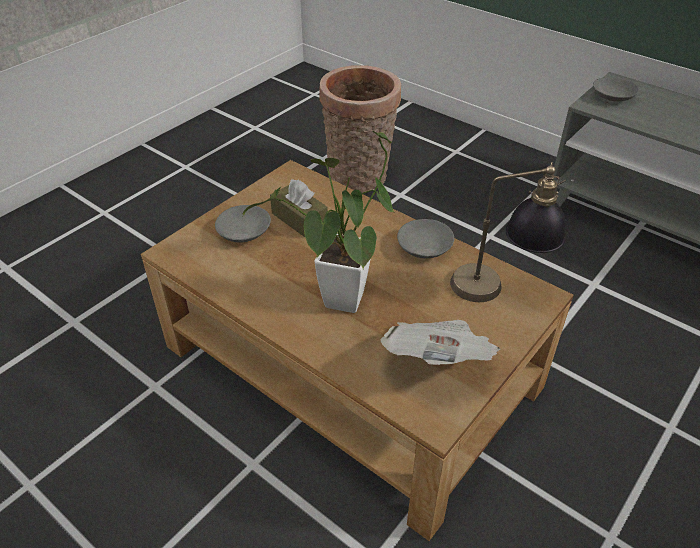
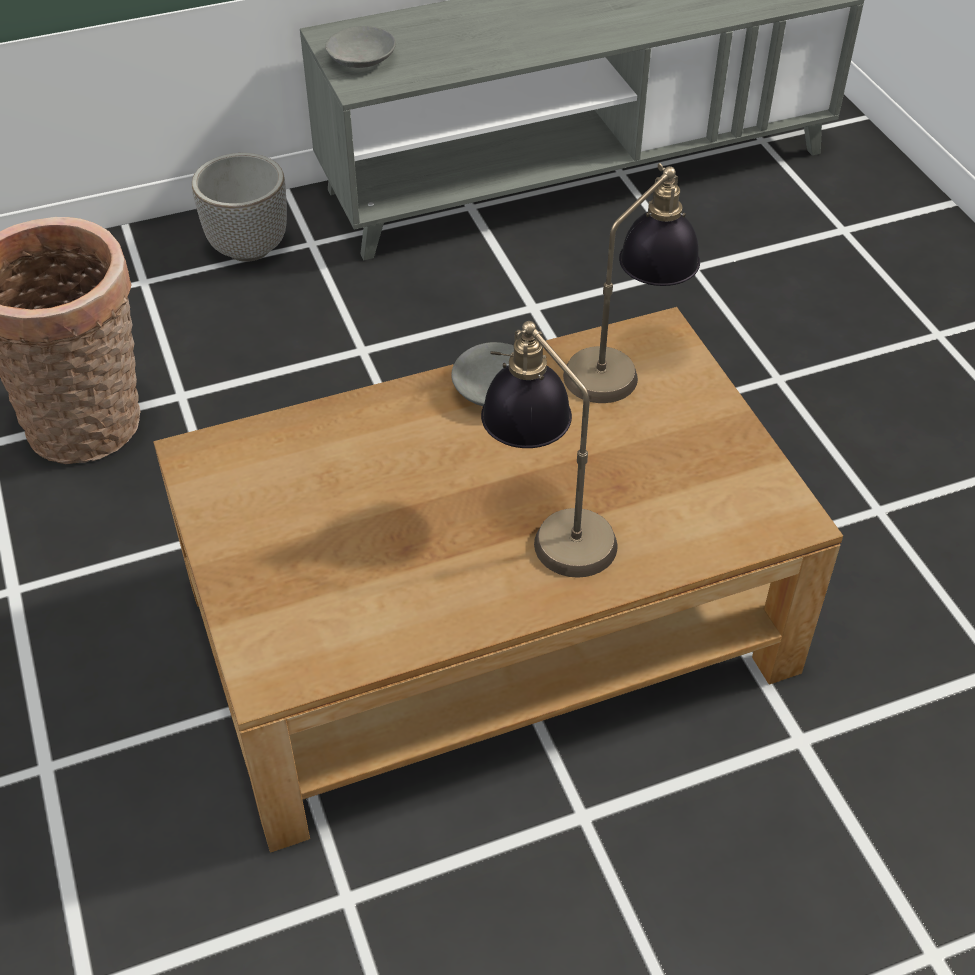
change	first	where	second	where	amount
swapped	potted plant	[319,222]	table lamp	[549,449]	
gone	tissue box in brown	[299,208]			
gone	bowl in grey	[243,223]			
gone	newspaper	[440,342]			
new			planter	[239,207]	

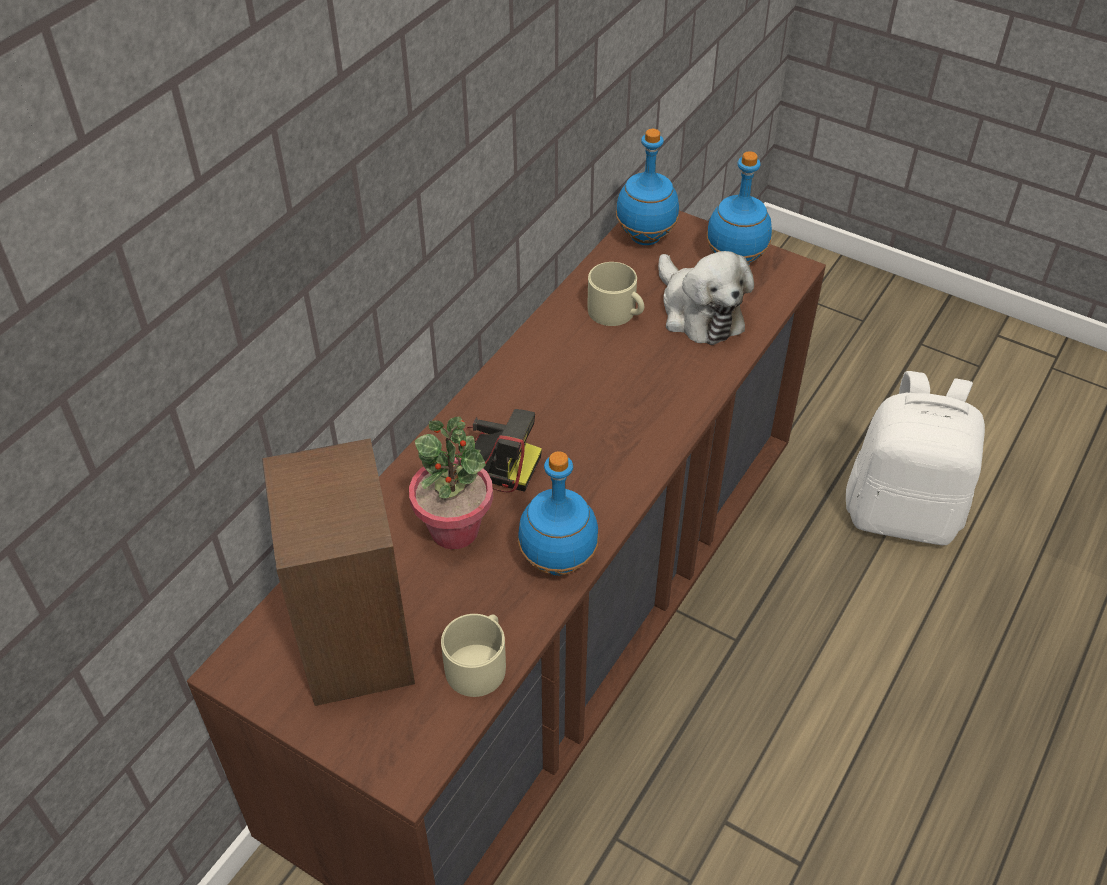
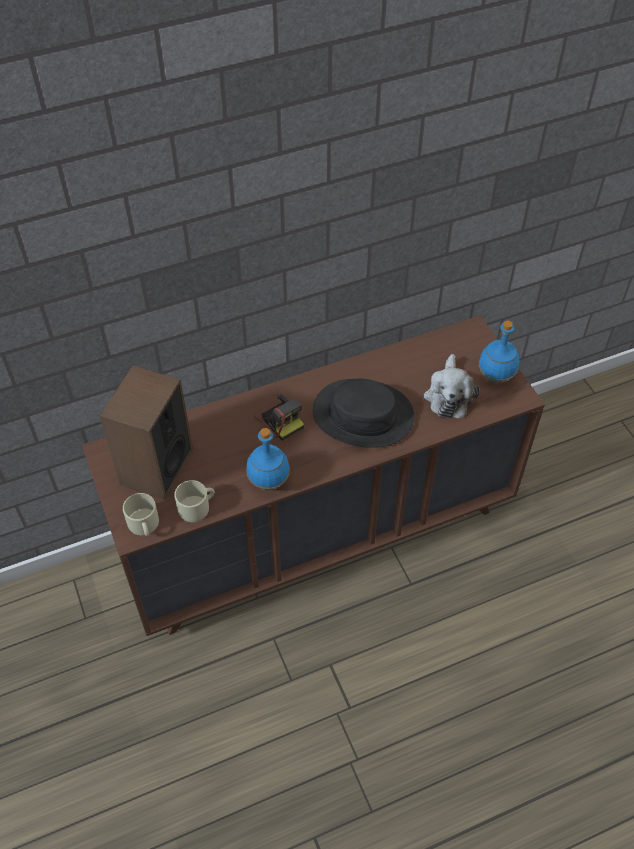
change	first	where	second	where	amount
gone	bottle in blue	[647,187]			
shifted	mug in beige	[615,294]		[141,514]	
gone	backpack in white	[915,458]			
gone	potted plant	[451,482]			
new			hat in black	[363,413]	

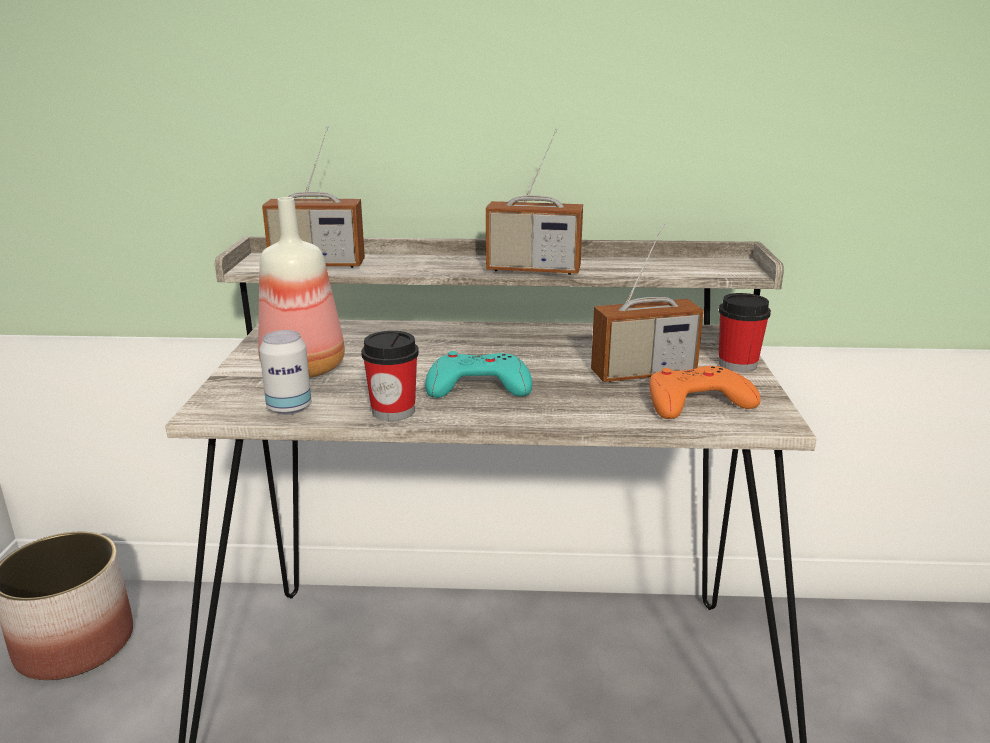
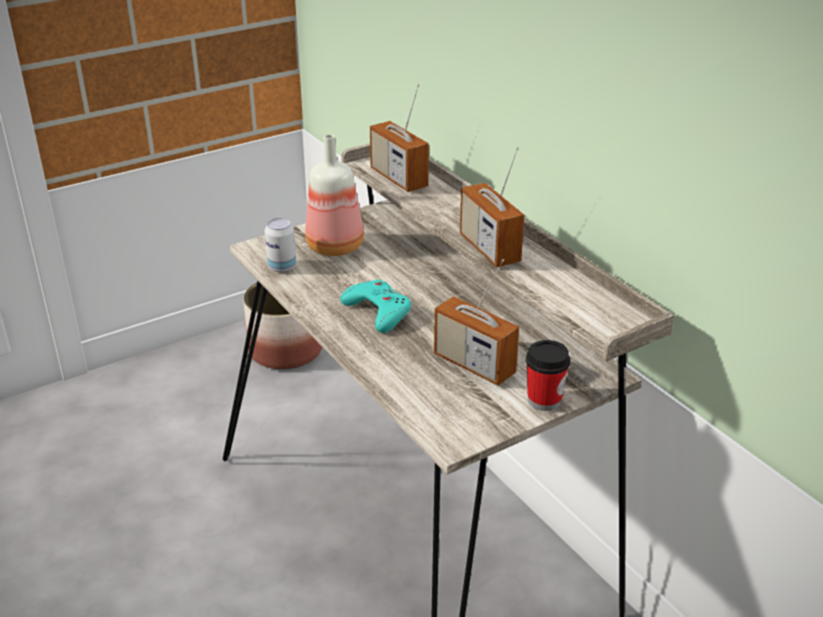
change	first	where	second	where	amount
gone	cup	[390,376]			
gone	game controller in orange	[705,392]			

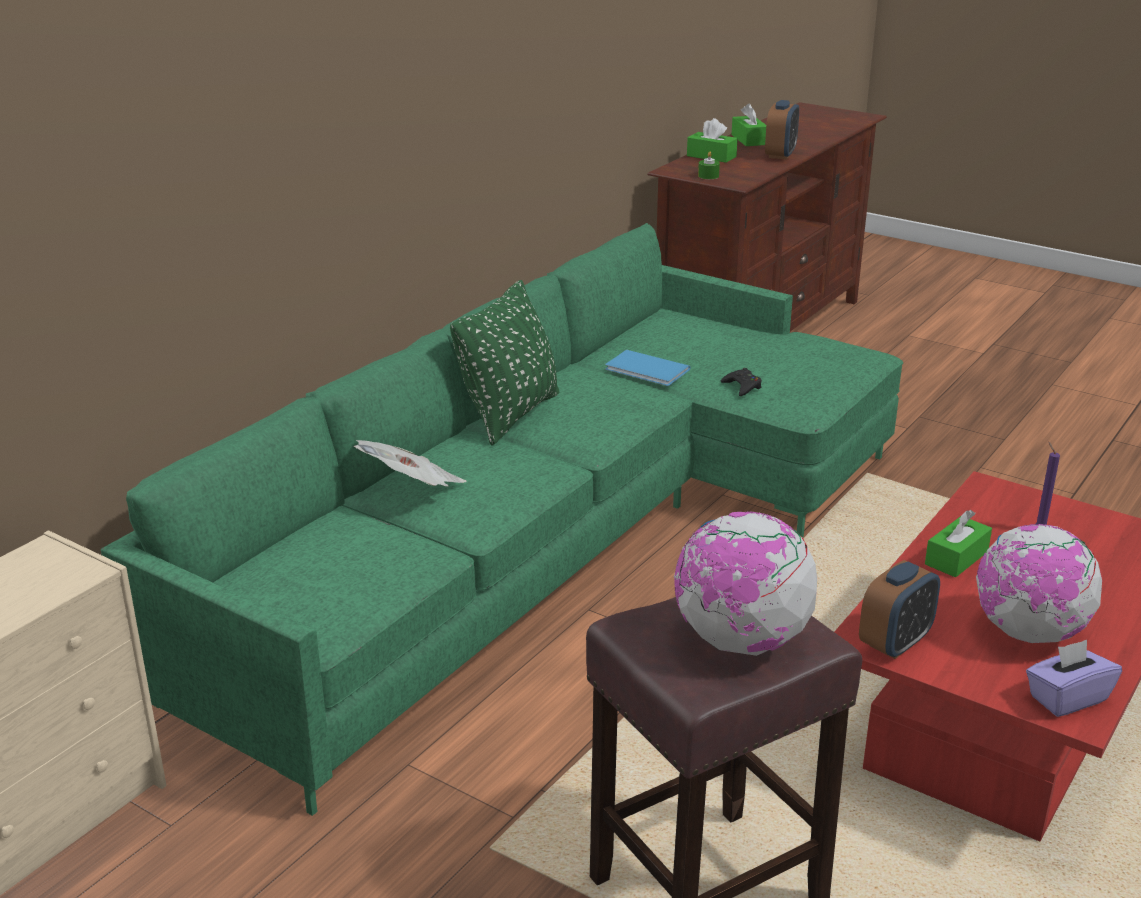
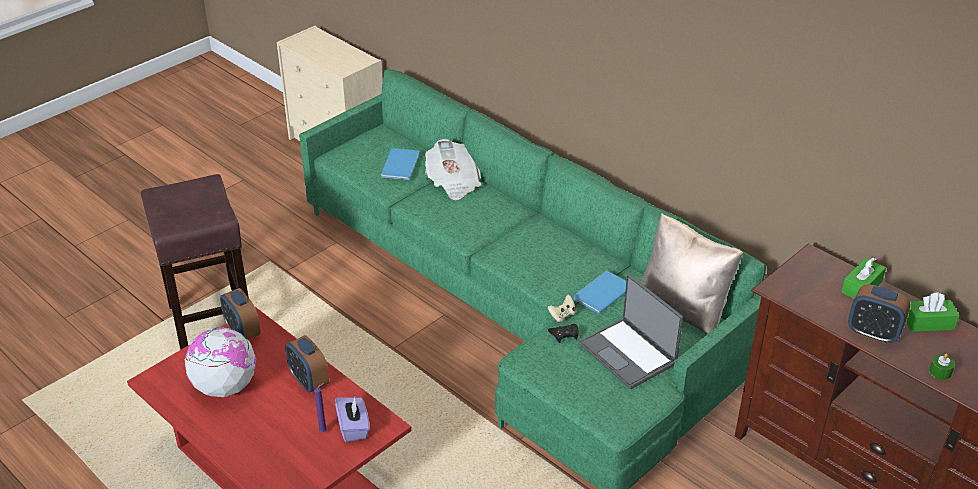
change	first	where	second	where	amount
shifted	candle in green	[709,165]		[942,366]	
gone	pillow in green	[504,362]			
swapped	tissue box in green	[958,543]	alarm clock	[307,364]	
gone	globe	[745,583]			
shifted	tissue box in purple	[1074,678]		[352,419]	
new			book in blue	[399,164]	
new			pillow in beige	[692,274]	
new			laptop	[631,332]	
new			game controller in beige	[562,308]	

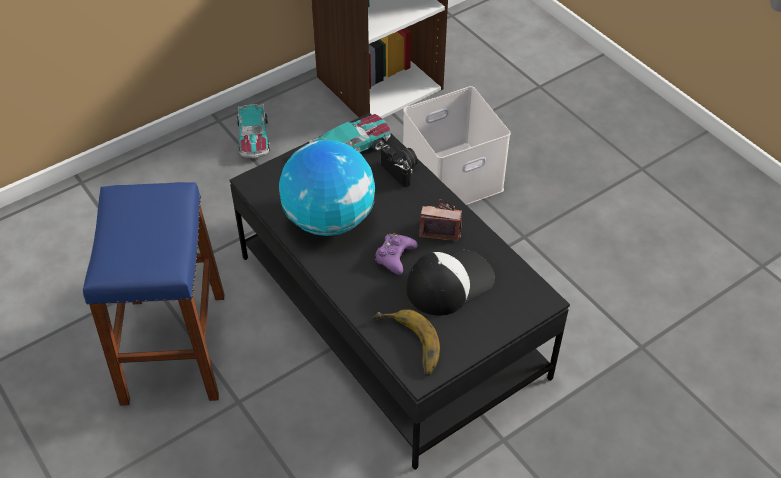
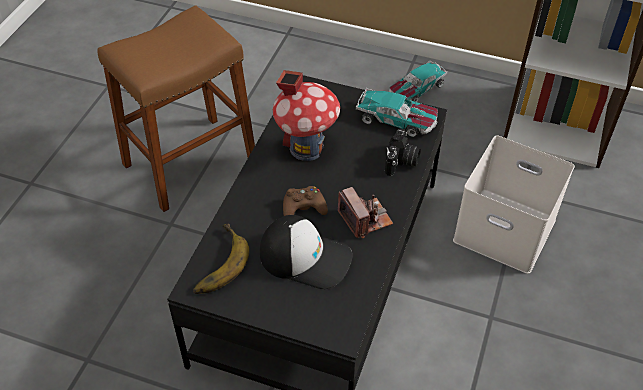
change	first	where	second	where	amount
swapped	globe	[327,188]	toy house	[306,115]	
repainted	stool in blue	[153,294]	stool in brown	[176,108]	
repainted	game controller in purple	[396,254]	game controller in brown	[305,201]	

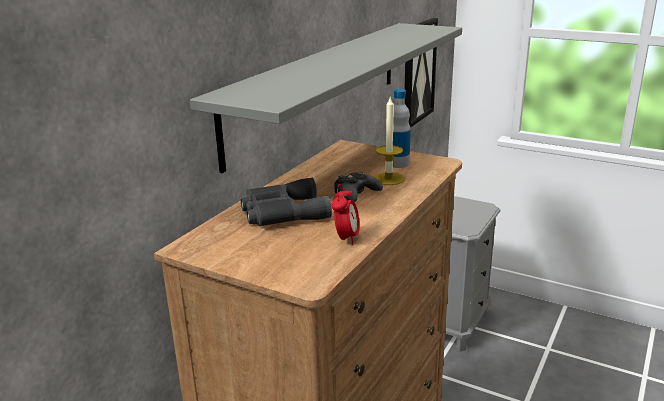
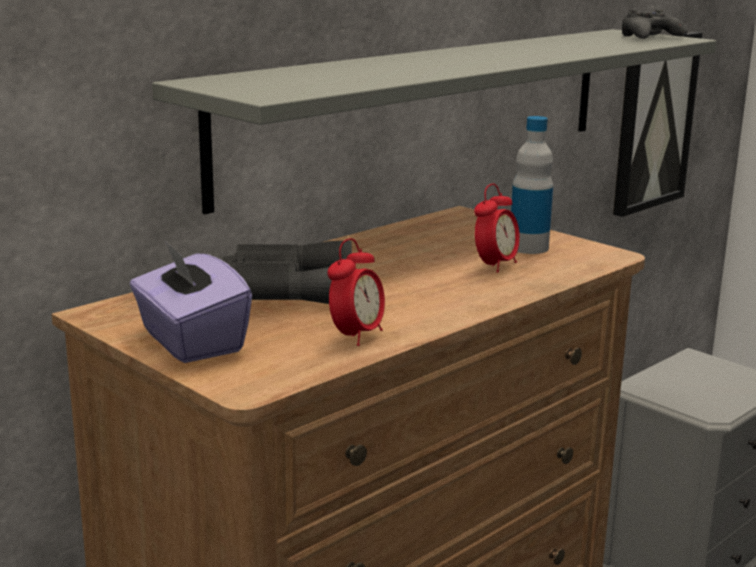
change	first	where	second	where	amount
swapped	candle	[389,141]	alarm clock	[497,228]	
shifted	game controller in black	[358,187]		[654,24]	
new			tissue box in purple	[191,301]	

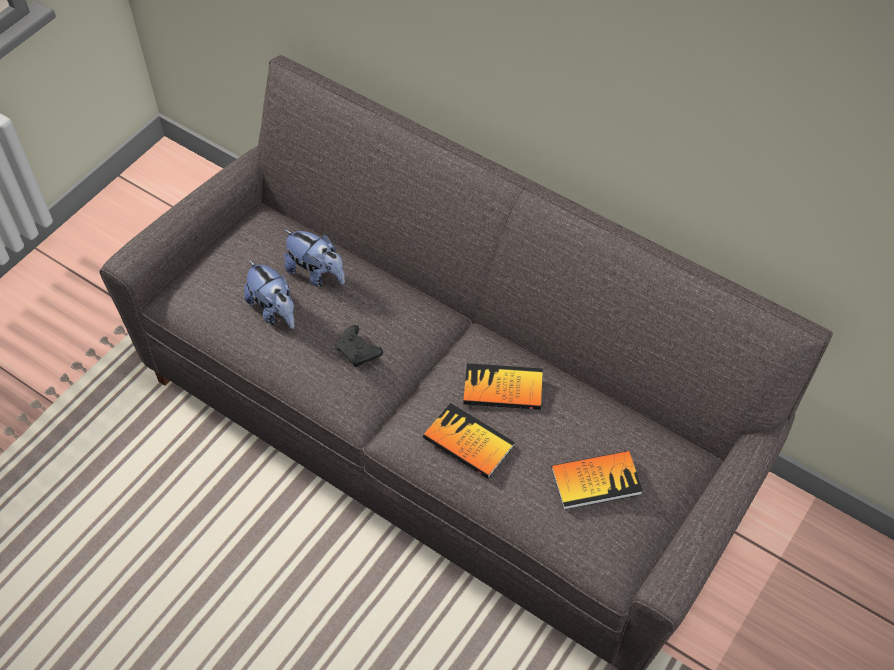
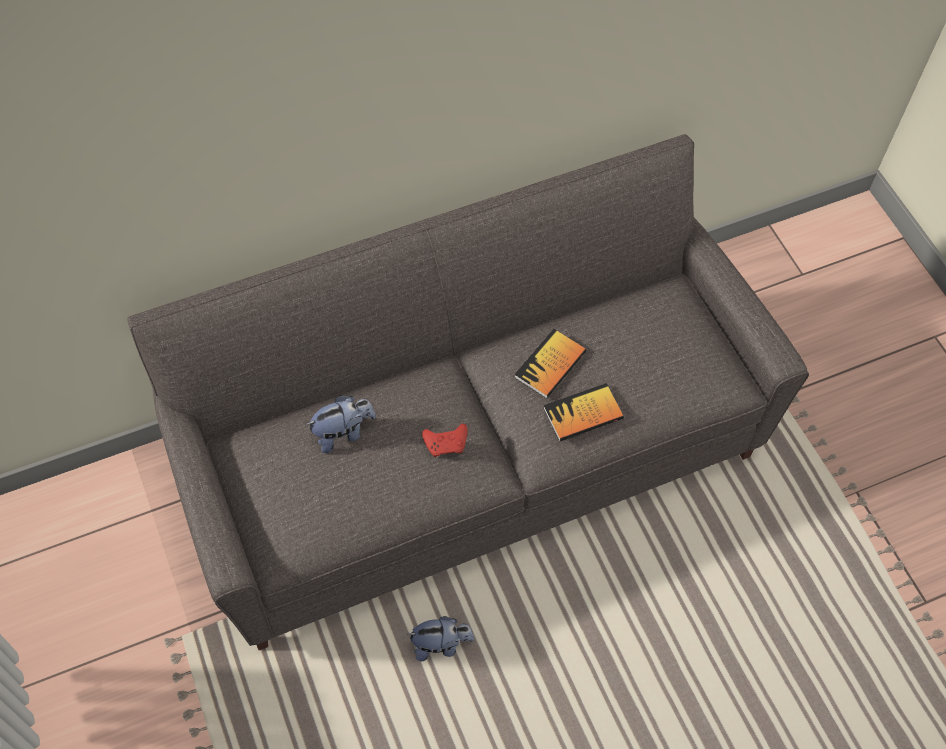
change	first	where	second	where	amount
shifted	plush toy	[269,294]		[440,638]	
repainted	game controller in black	[359,346]	game controller in red	[445,440]	
gone	book	[597,480]			

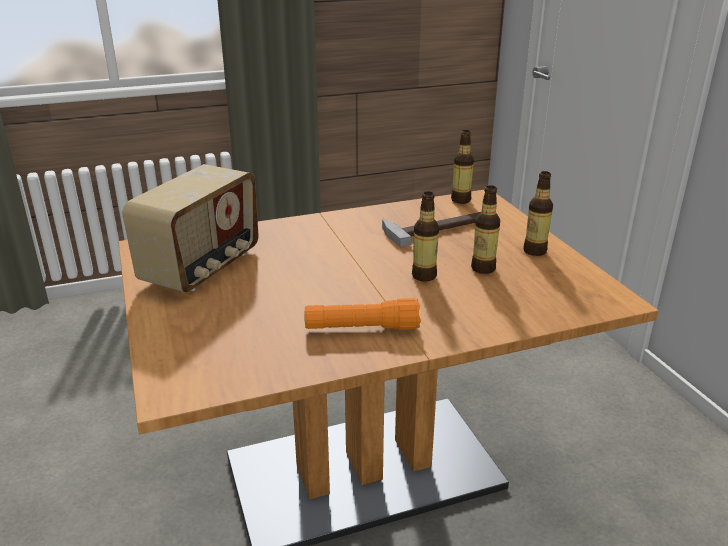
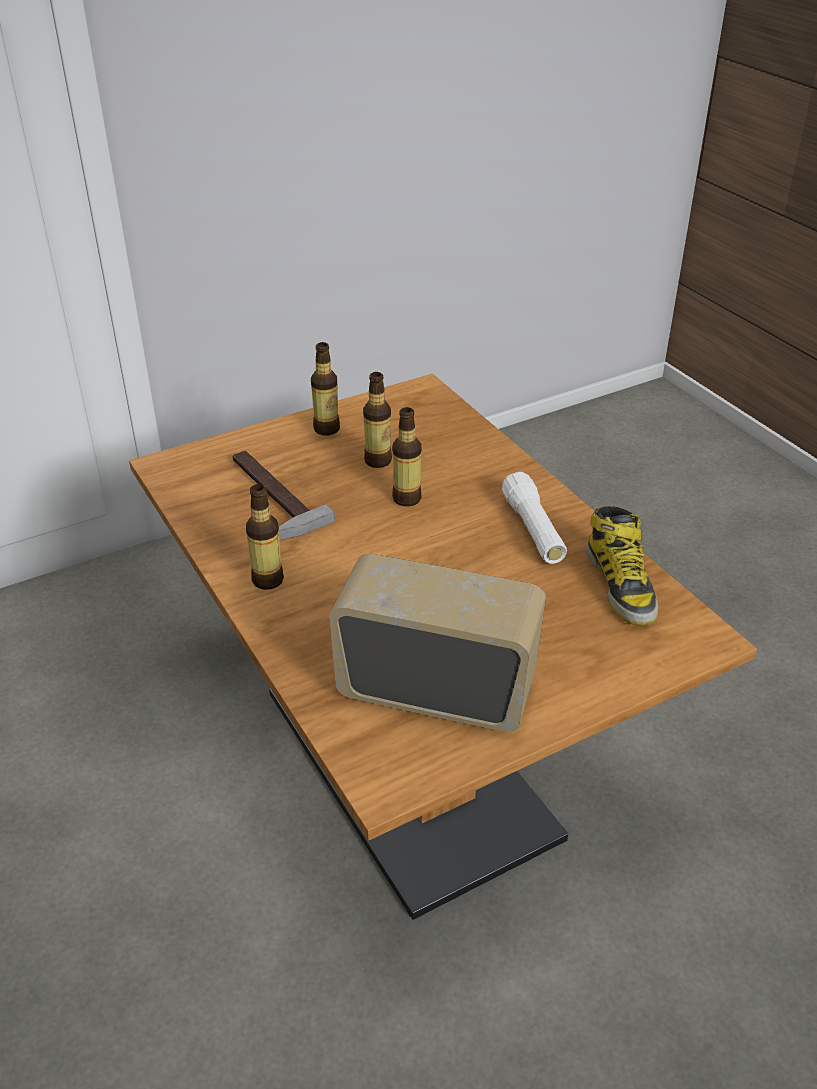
change	first	where	second	where	amount
shifted	bottle	[462,167]		[265,537]	
repainted	flashlight in orange	[362,314]	flashlight in white	[534,518]	
new			boot	[622,565]	

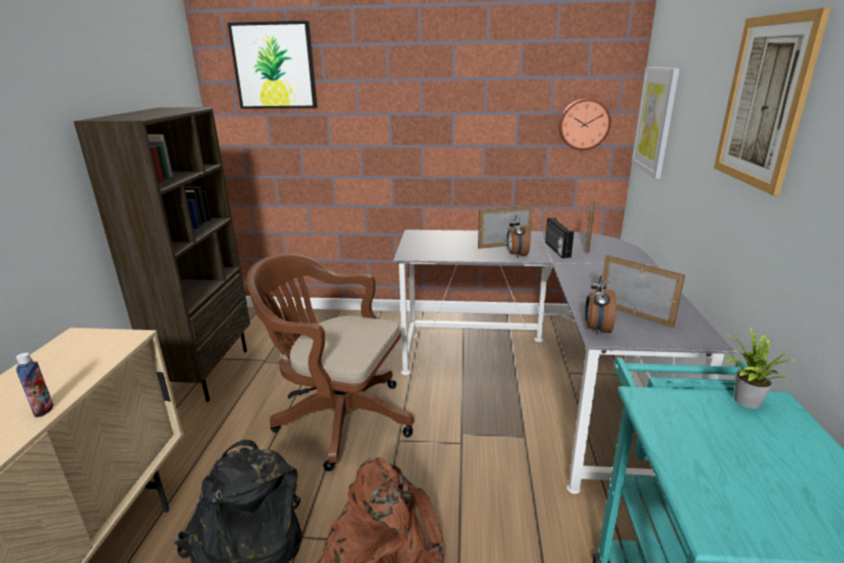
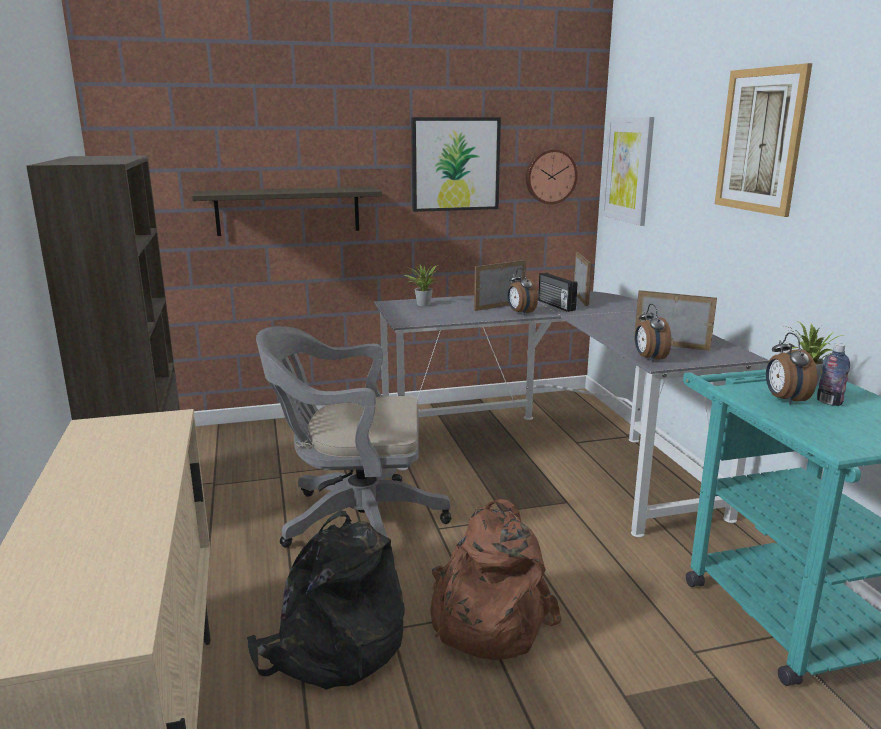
change	first	where	second	where	amount
shifted	picture	[272,65]		[456,164]	
repainted	office chair in brown	[330,362]	office chair in grey	[354,437]	
shifted	bottle	[35,384]		[833,374]	
new			shelf	[287,211]	
new			potted plant	[421,285]	
new			alarm clock	[791,368]	

